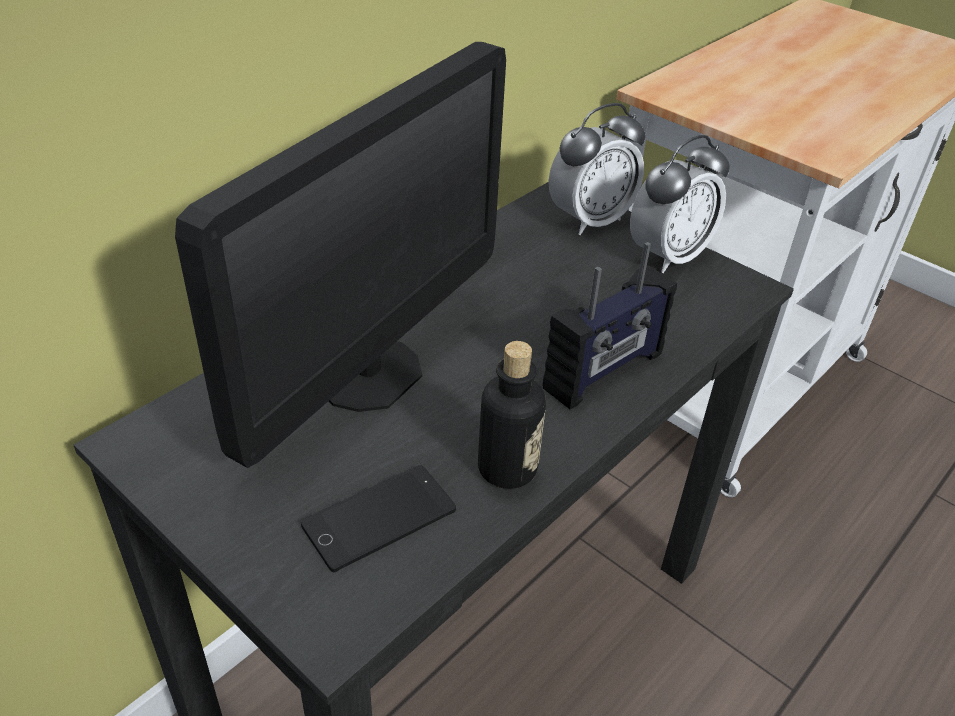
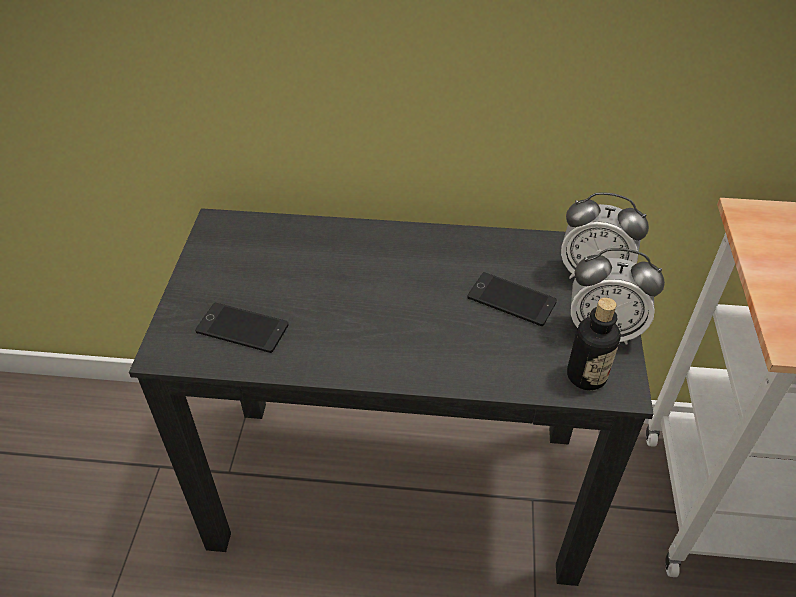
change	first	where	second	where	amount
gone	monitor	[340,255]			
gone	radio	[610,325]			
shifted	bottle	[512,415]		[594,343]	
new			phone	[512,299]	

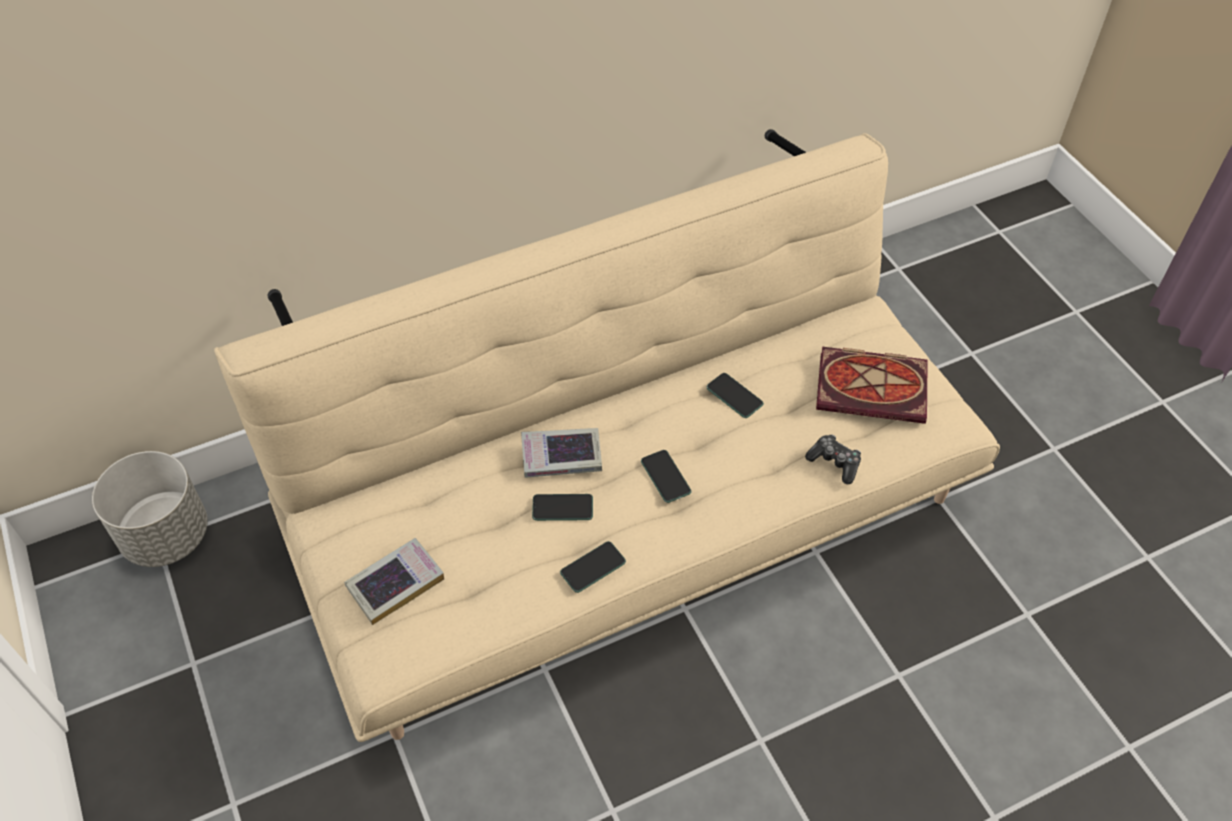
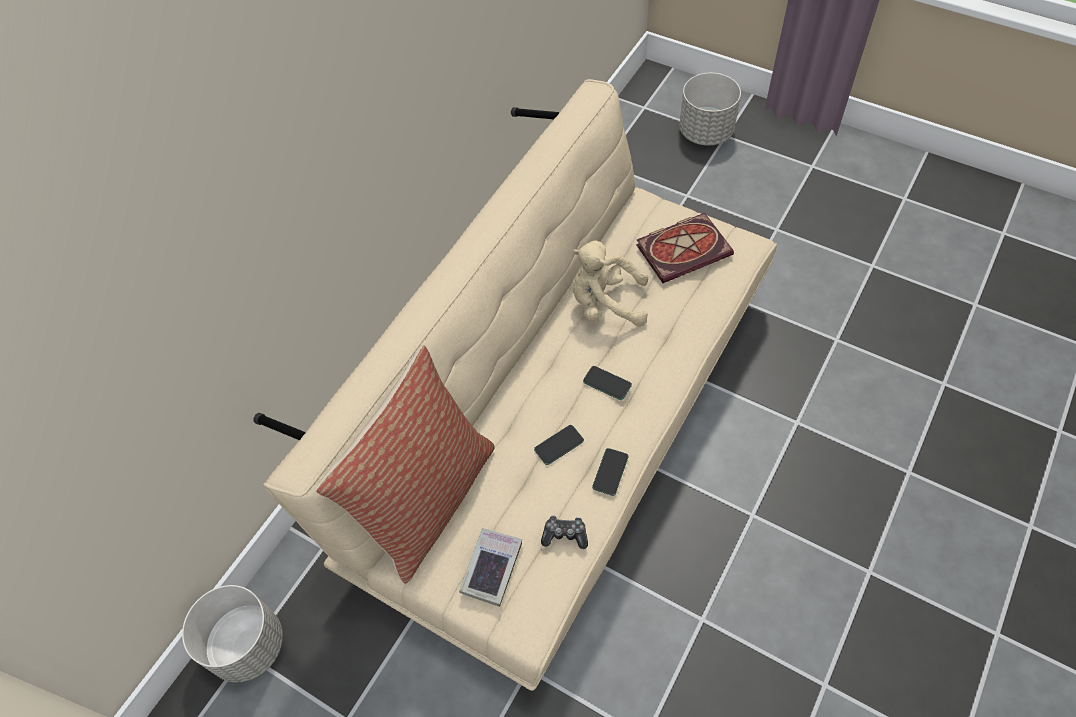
change	first	where	second	where	amount
swapped	phone	[735,395]	plush toy in beige	[610,283]	
gone	book	[561,453]			
shifted	game controller	[833,459]		[564,532]	
new			planter in grey	[710,109]	
new			pillow	[405,464]	

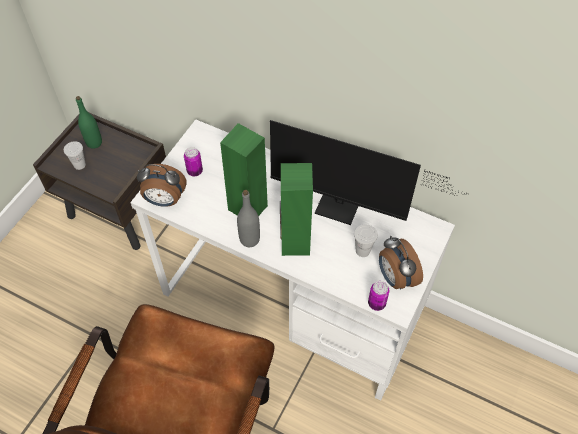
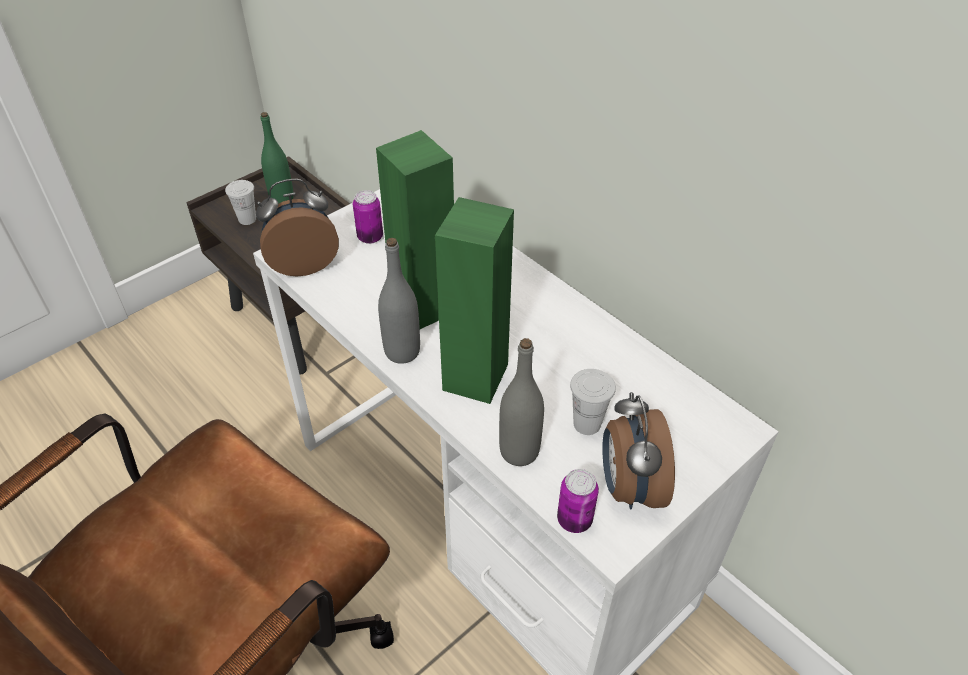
change	first	where	second	where	amount
gone	monitor	[369,172]			
rotated	alarm clock	[162,185]		[297,228]	135 degrees clockwise
new			bottle in grey	[521,402]	

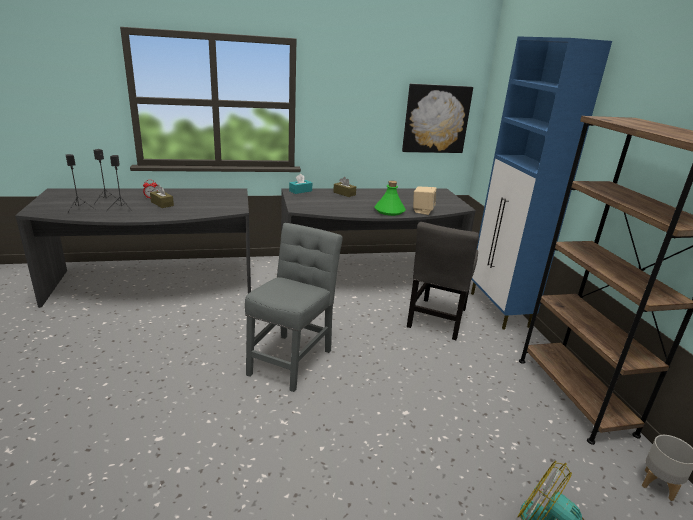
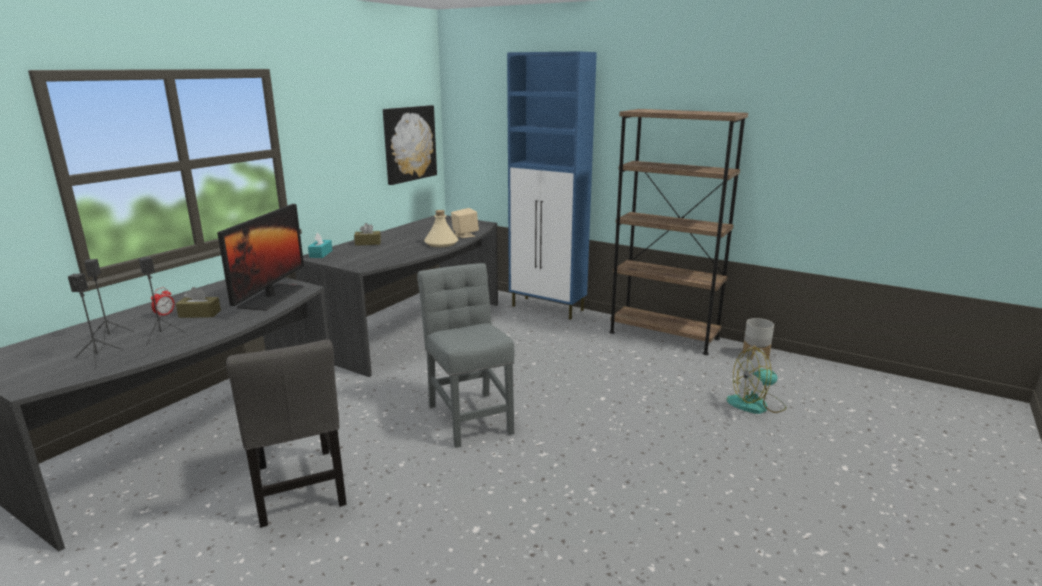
change	first	where	second	where	amount
repainted	bottle in green	[390,198]	bottle in beige	[441,228]	
shifted	chair in grey	[443,281]		[286,433]	
new			monitor	[260,257]	

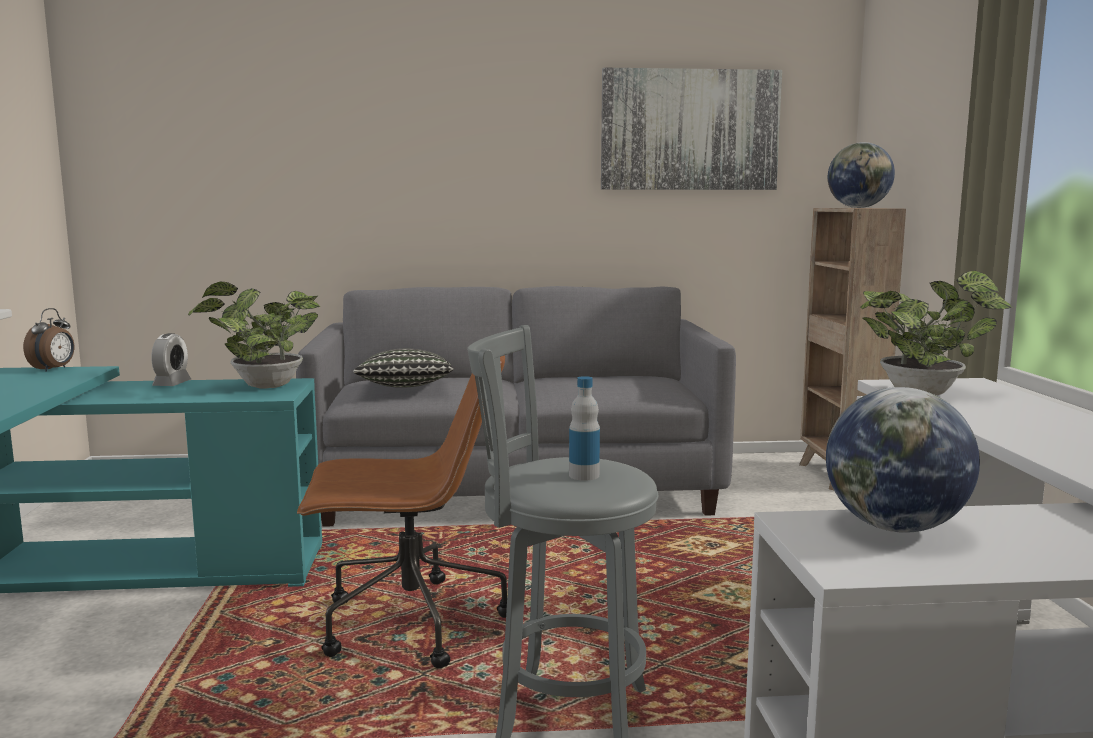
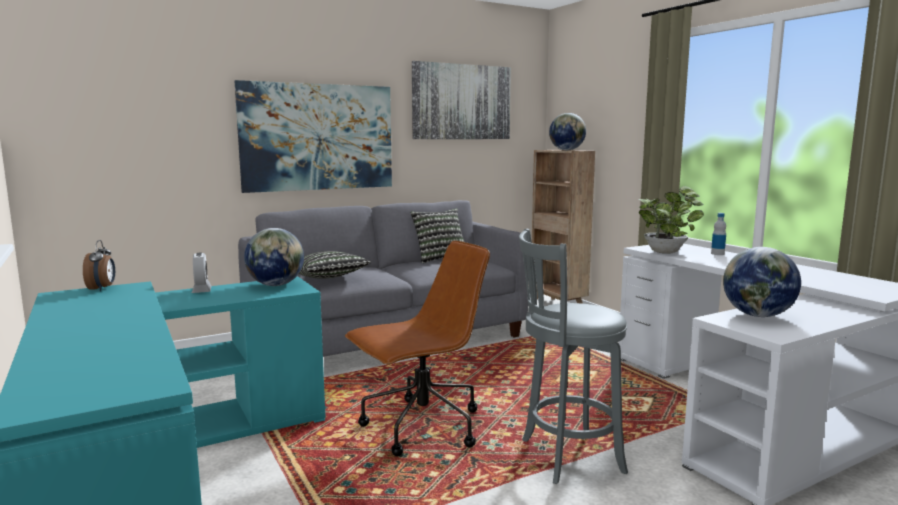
change	first	where	second	where	amount
swapped	potted plant	[254,334]	globe	[274,257]	
shifted	bottle	[584,428]		[718,234]	
new			picture	[313,136]	
new			pillow	[437,235]	

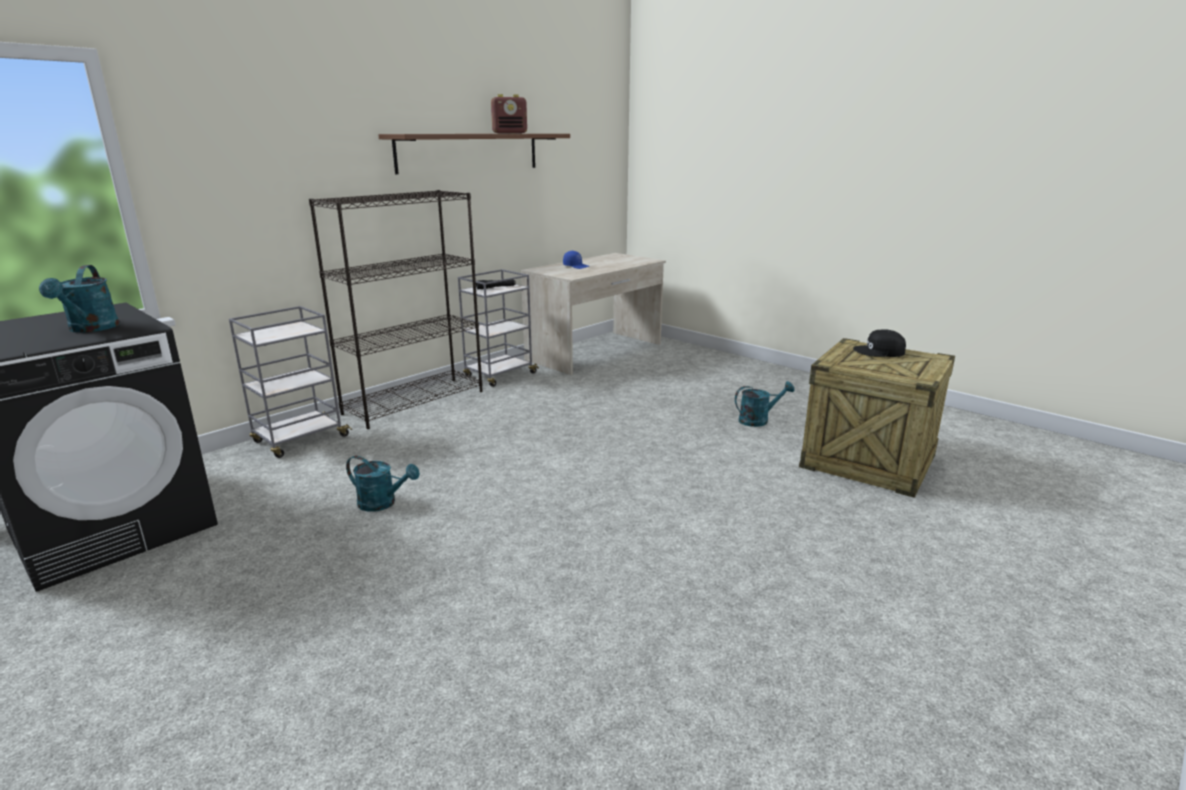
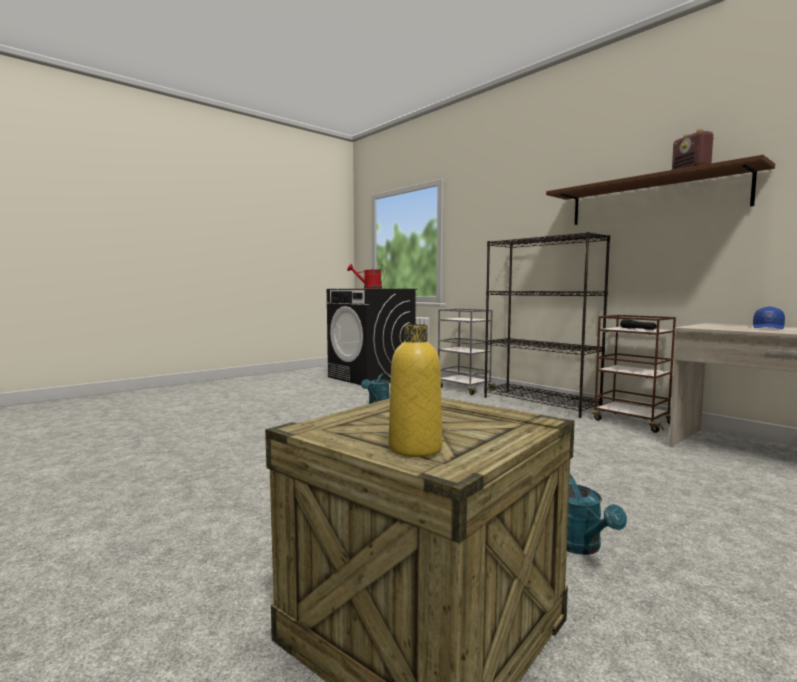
change	first	where	second	where	amount
repainted	watering can in turquoise	[79,299]	watering can in red	[367,276]	
repainted	cart in grey	[498,328]	cart in brown	[634,374]	
gone	cap in black	[879,343]			
new			bottle in yellow	[415,390]	

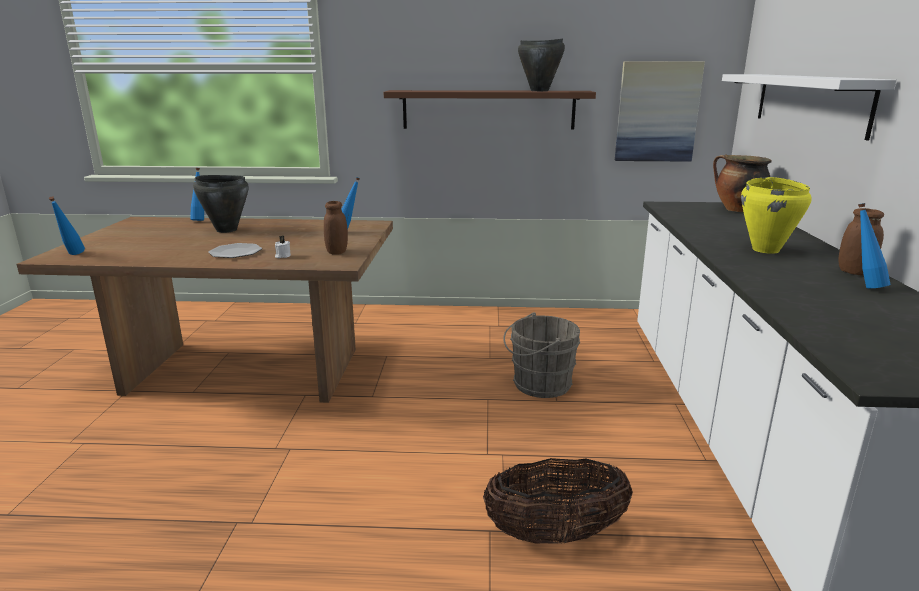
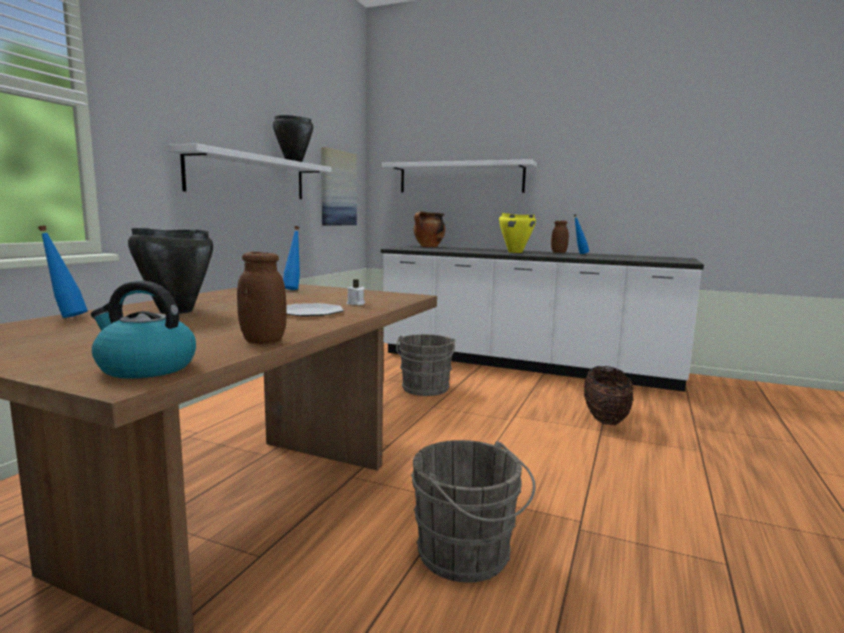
change	first	where	second	where	amount
repainted	shelf in brown	[490,110]	shelf in white	[249,171]	
swapped	bottle in blue	[67,225]	kettle	[143,330]	
shifted	jar in brown	[336,228]		[262,298]	
new			bucket in grey	[473,511]	

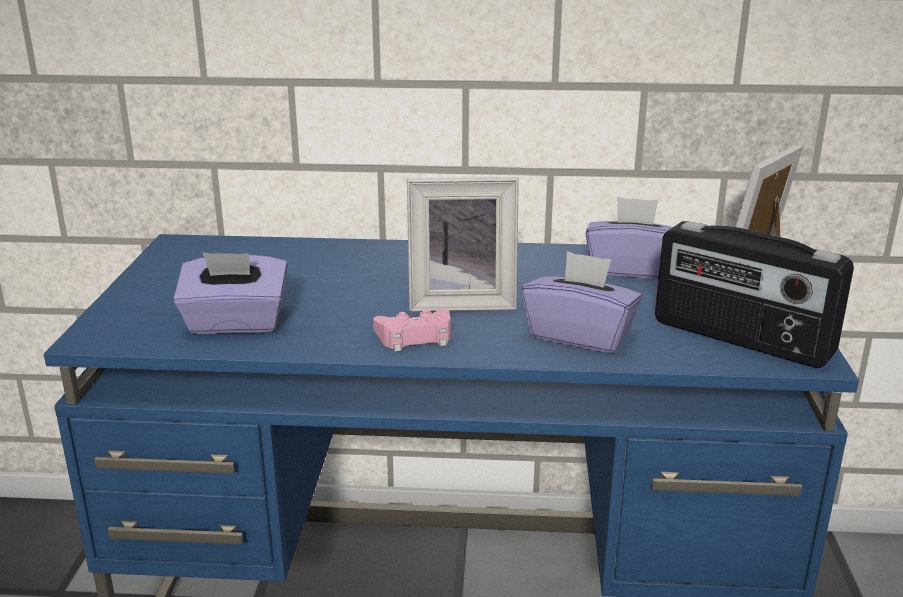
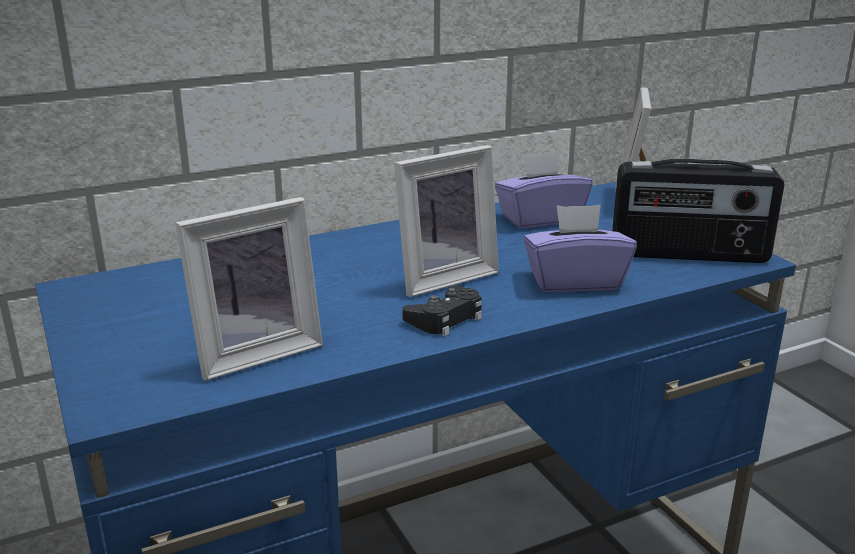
change	first	where	second	where	amount
swapped	tissue box in purple	[230,293]	picture frame	[249,289]	
repainted	game controller in pink	[412,330]	game controller in black	[442,310]	

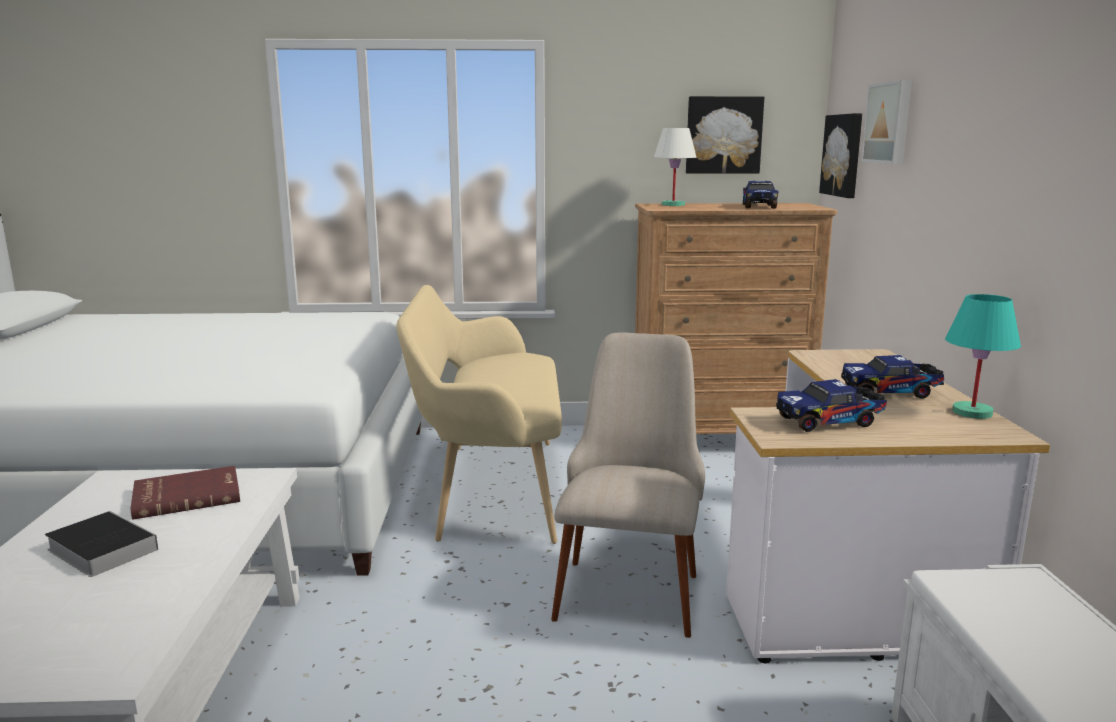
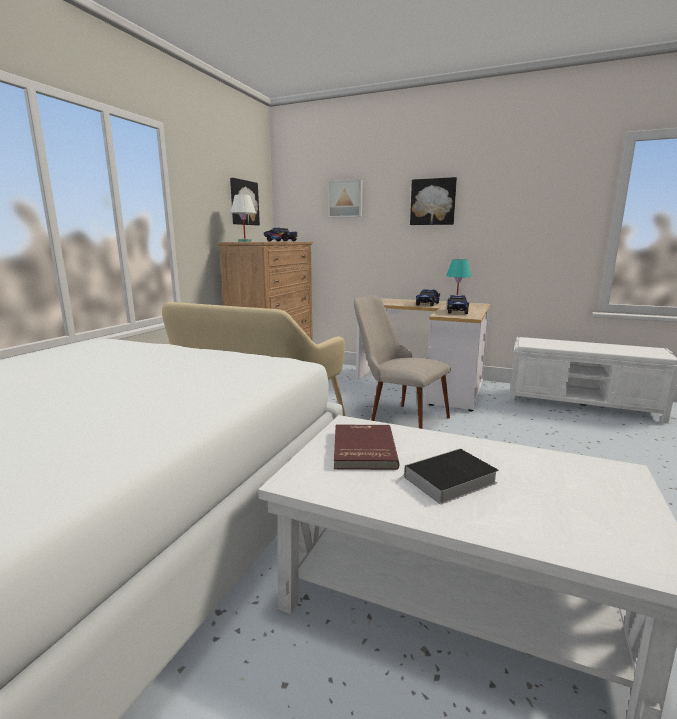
change	first	where	second	where	amount
shifted	picture	[840,155]		[433,201]	

